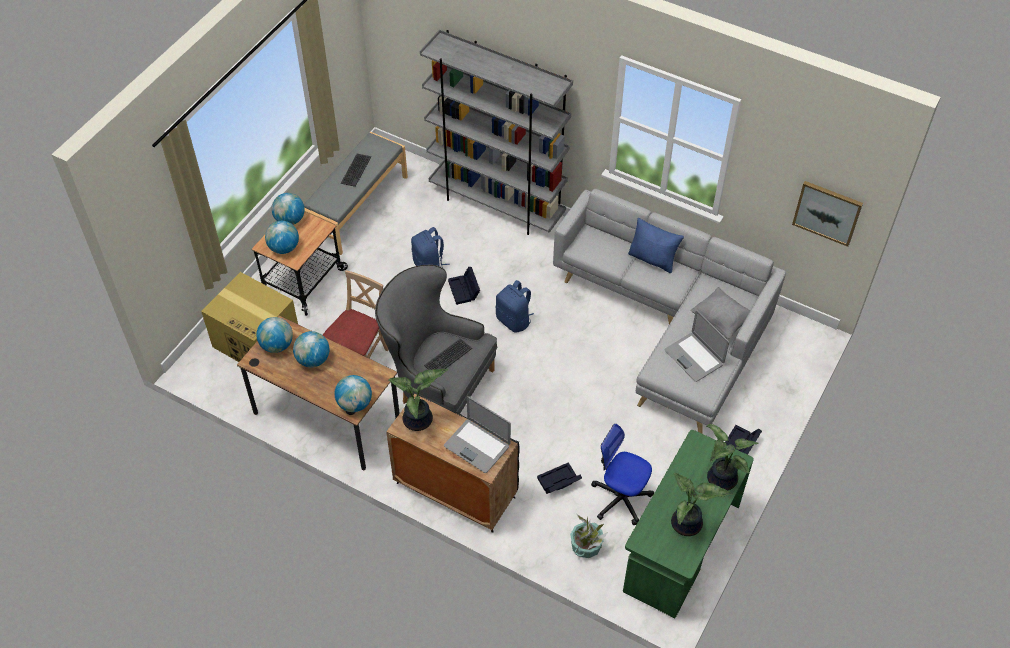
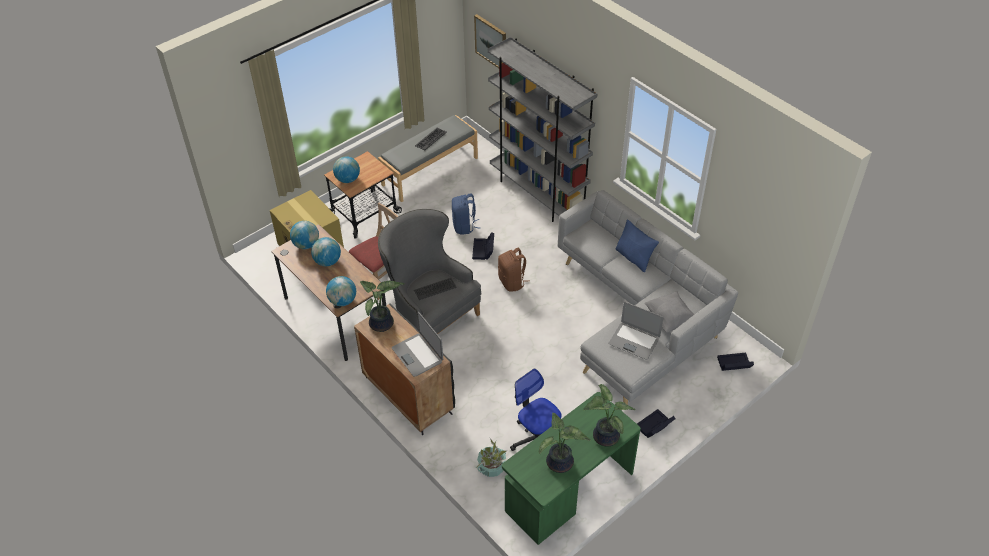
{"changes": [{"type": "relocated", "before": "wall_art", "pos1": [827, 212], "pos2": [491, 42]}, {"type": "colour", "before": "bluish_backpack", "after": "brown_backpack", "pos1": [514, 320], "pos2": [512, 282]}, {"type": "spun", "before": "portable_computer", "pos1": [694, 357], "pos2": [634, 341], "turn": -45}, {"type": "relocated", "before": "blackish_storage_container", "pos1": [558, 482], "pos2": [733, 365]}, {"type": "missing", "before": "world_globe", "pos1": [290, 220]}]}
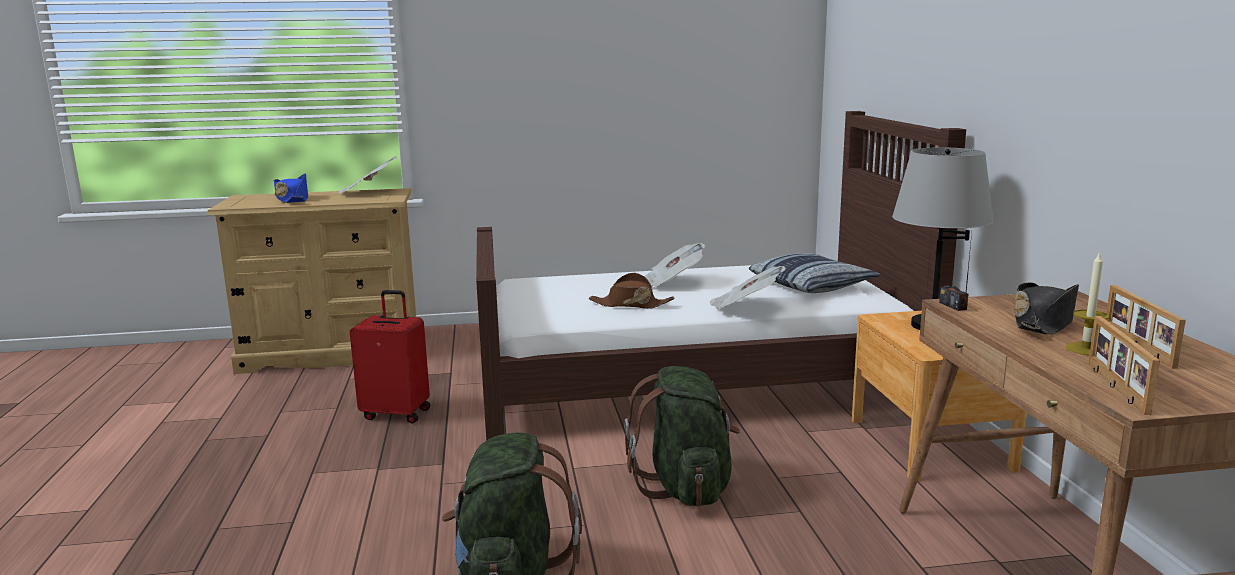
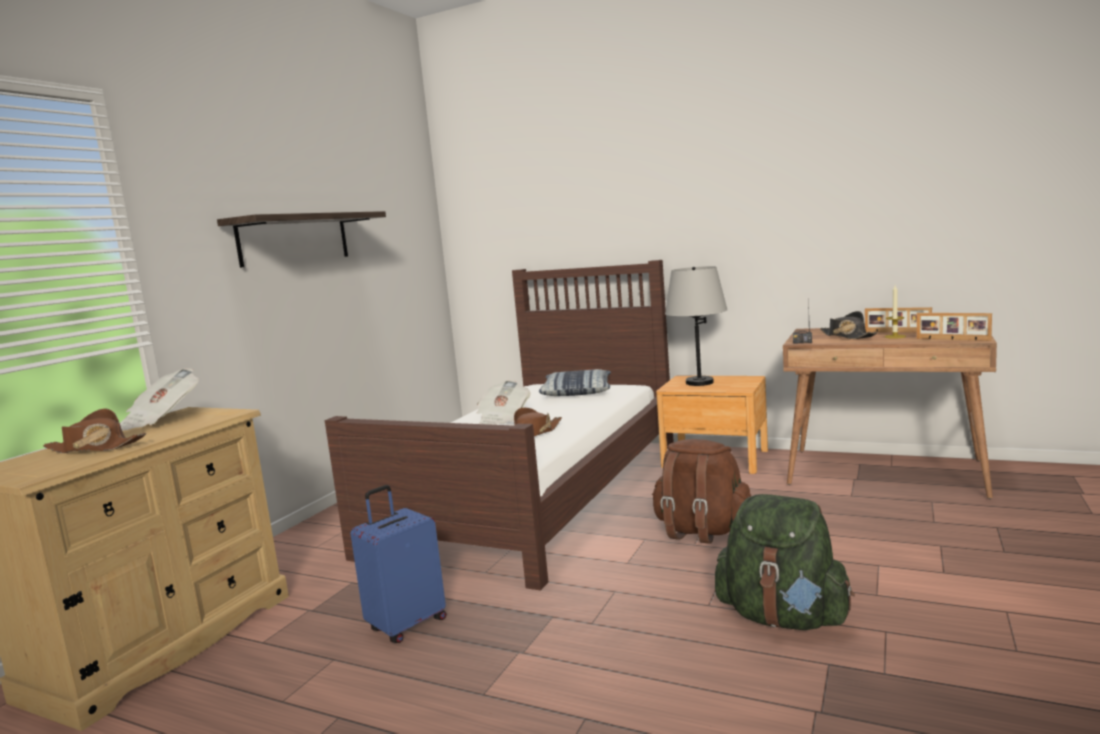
{"changes": [{"type": "colour", "before": "bluish_wearable_hat", "after": "brown_wearable_hat", "pos1": [292, 199], "pos2": [95, 448]}, {"type": "appeared", "after": "shelf", "pos2": [294, 239]}, {"type": "colour", "before": "reddish_piece_of_luggage", "after": "bluish_piece_of_luggage", "pos1": [397, 413], "pos2": [406, 624]}, {"type": "colour", "before": "green-coloured_backpack", "after": "brown_backpack", "pos1": [686, 487], "pos2": [701, 531]}, {"type": "missing", "before": "newspaper", "pos1": [744, 307]}]}
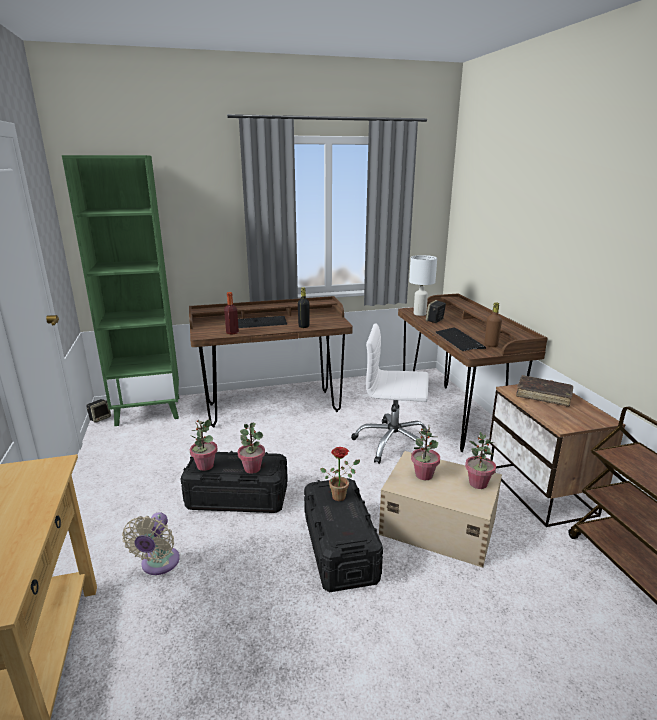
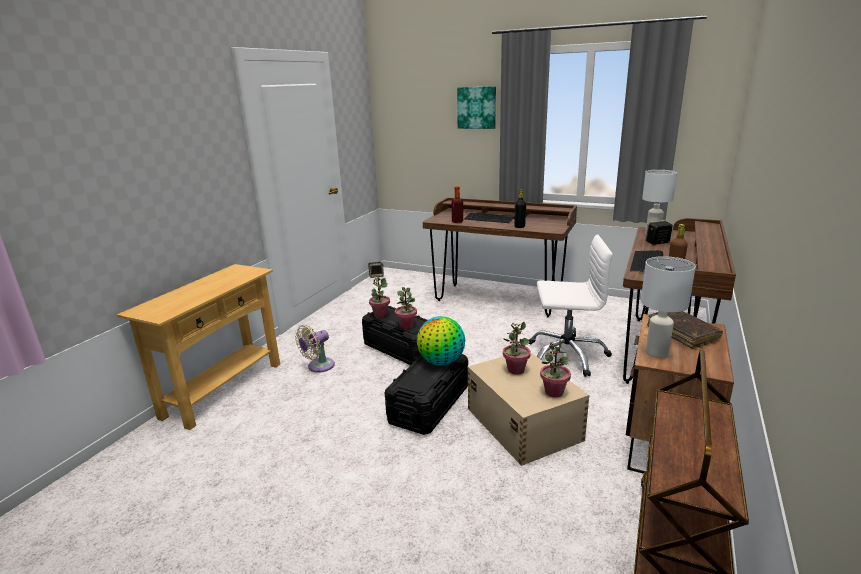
{"changes": [{"type": "exchanged", "before": "potted_plant", "after": "world_globe", "pos1": [341, 495], "pos2": [441, 362]}, {"type": "appeared", "after": "wall_art", "pos2": [477, 107]}, {"type": "spun", "before": "white_office_chair", "pos1": [393, 443], "pos2": [566, 355], "turn": 135}, {"type": "appeared", "after": "white_table_lamp", "pos2": [657, 352]}, {"type": "missing", "before": "green-coloured_bookcase", "pos1": [149, 410]}]}
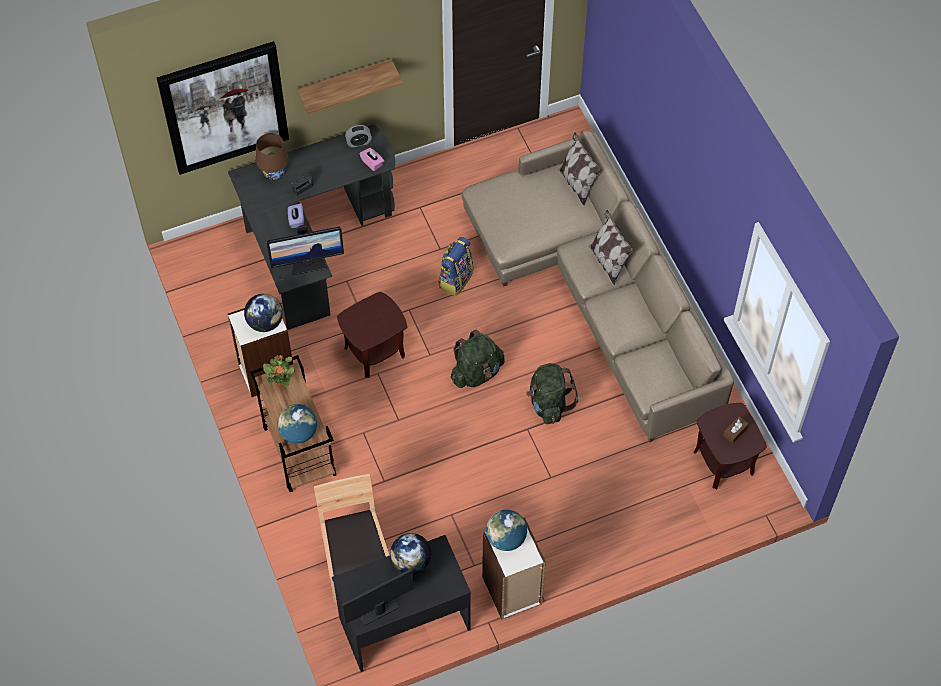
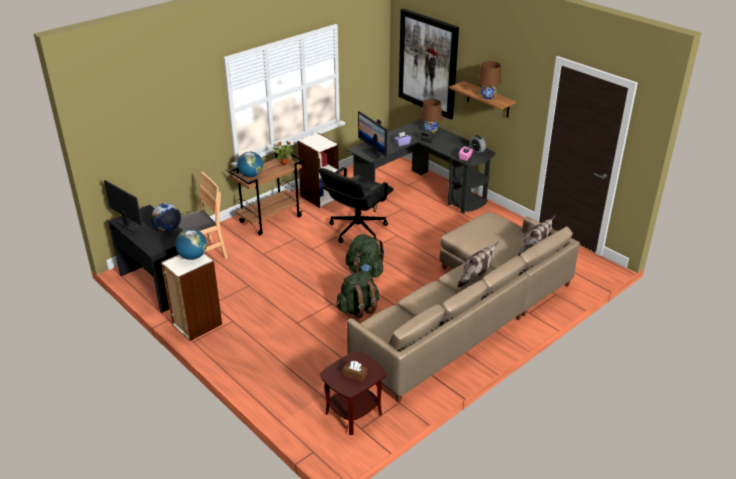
{"changes": [{"type": "exchanged", "before": "brown_accent_table", "after": "blackish_office_chair", "pos1": [374, 352], "pos2": [357, 229]}, {"type": "appeared", "after": "brown_table_lamp", "pos2": [488, 97]}, {"type": "missing", "before": "world_globe", "pos1": [265, 322]}, {"type": "missing", "before": "backpack", "pos1": [455, 279]}]}
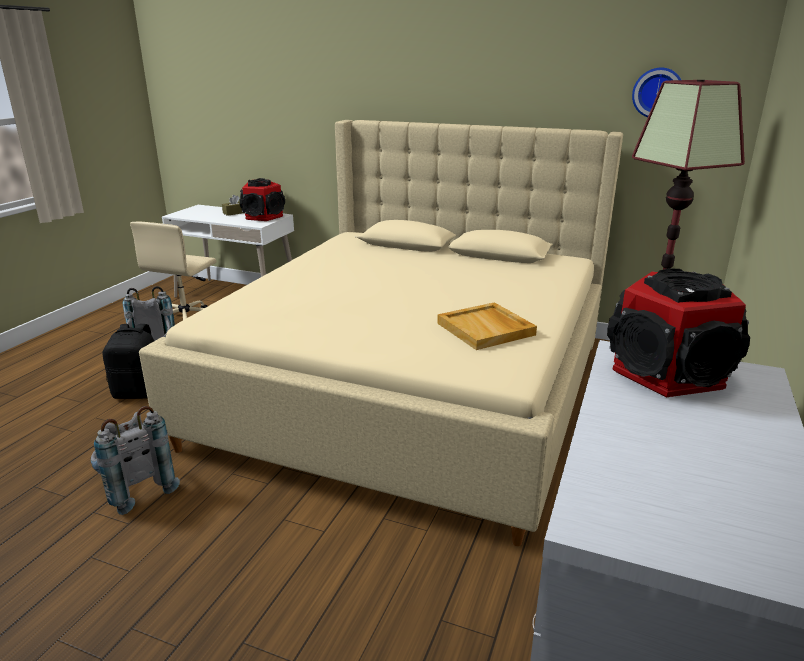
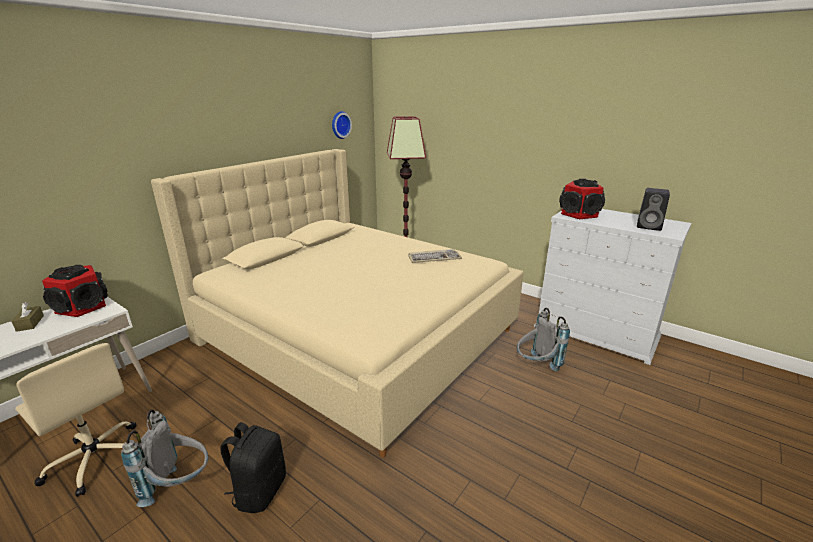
{"changes": [{"type": "exchanged", "before": "beige_carrying_tray", "after": "PC_keyboard", "pos1": [486, 329], "pos2": [434, 258]}, {"type": "relocated", "before": "greyish_backpack", "pos1": [135, 490], "pos2": [536, 366]}, {"type": "appeared", "after": "blackish_speaker", "pos2": [650, 226]}]}
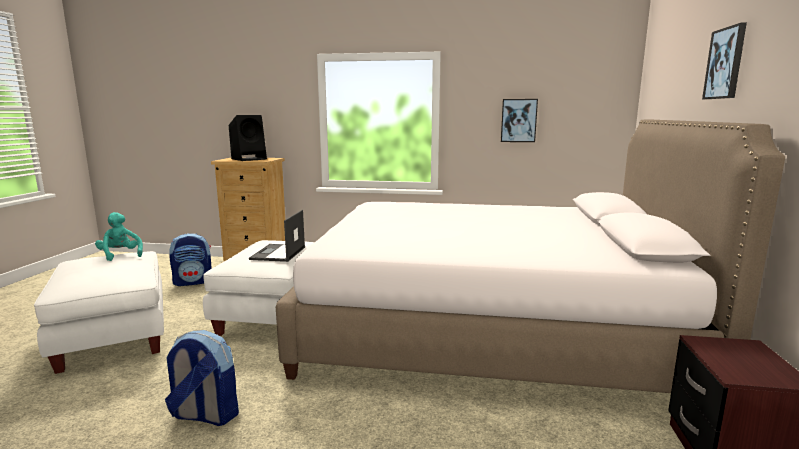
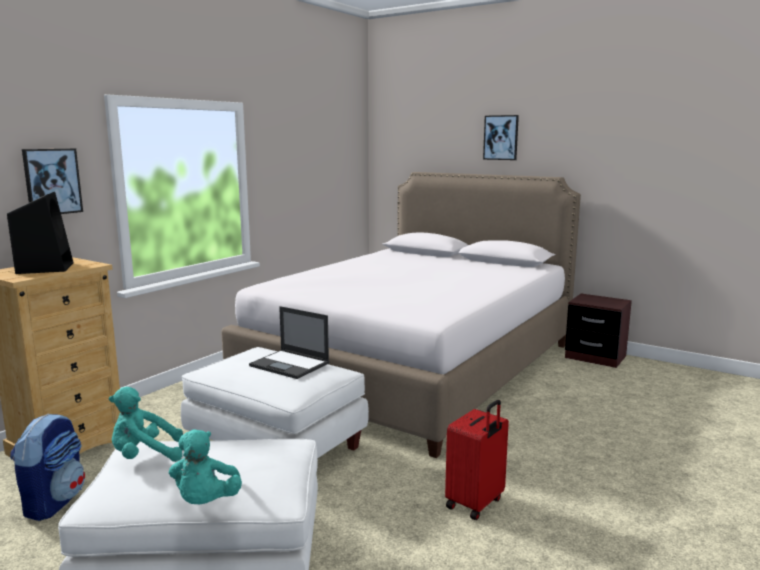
{"changes": [{"type": "relocated", "before": "wall_art", "pos1": [518, 120], "pos2": [52, 181]}, {"type": "appeared", "after": "turquoise_cuddly_toy", "pos2": [206, 502]}, {"type": "exchanged", "before": "backpack", "after": "reddish_piece_of_luggage", "pos1": [205, 415], "pos2": [476, 503]}]}
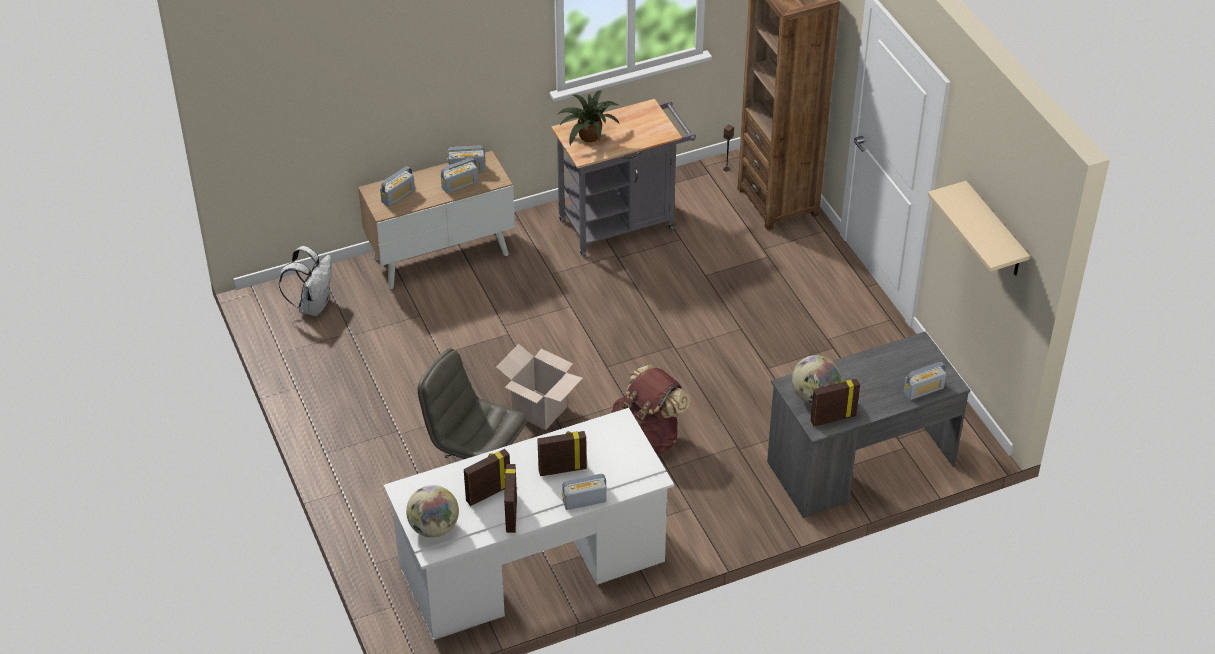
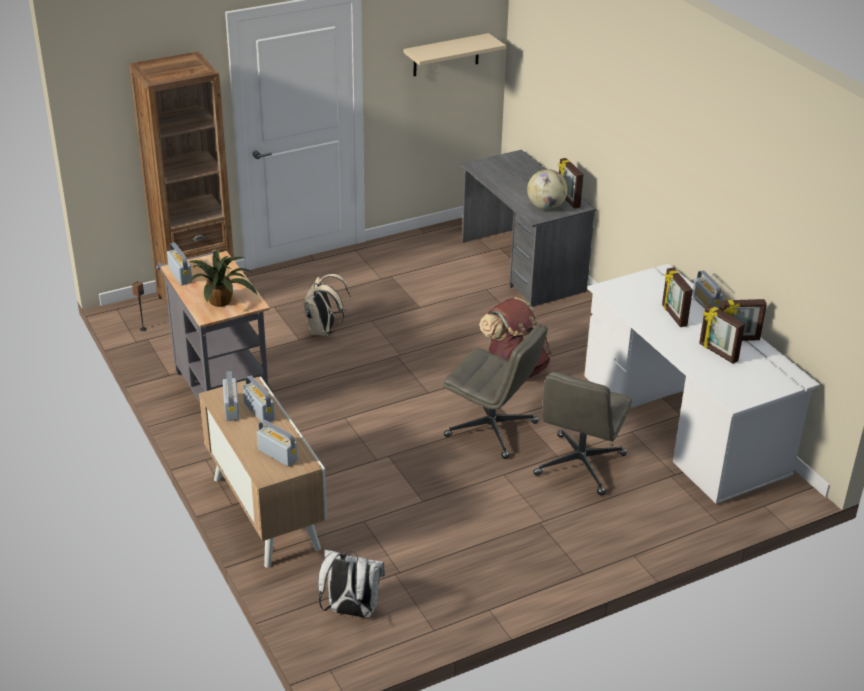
{"changes": [{"type": "relocated", "before": "radio_receiver", "pos1": [923, 390], "pos2": [180, 275]}, {"type": "appeared", "after": "beige_backpack", "pos2": [324, 331]}, {"type": "exchanged", "before": "cardboard_box", "after": "greyish_office_chair", "pos1": [540, 410], "pos2": [492, 430]}, {"type": "missing", "before": "world_globe", "pos1": [433, 528]}]}
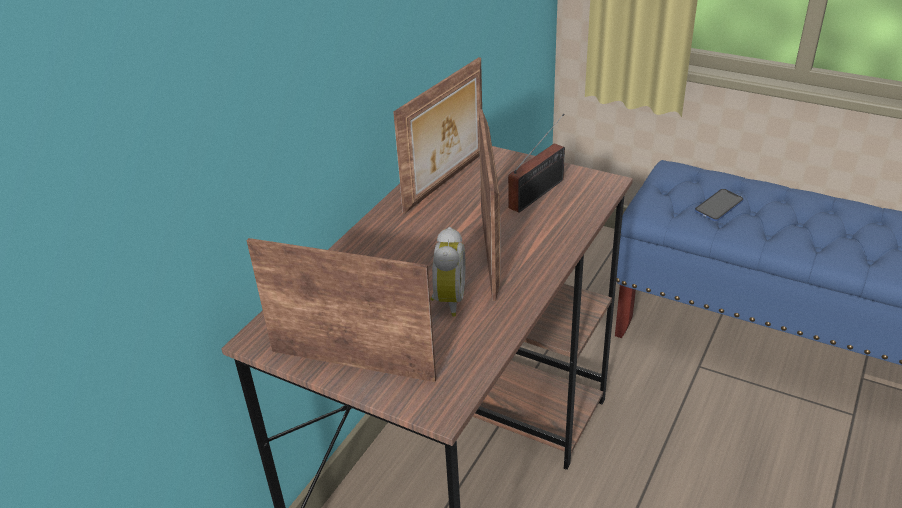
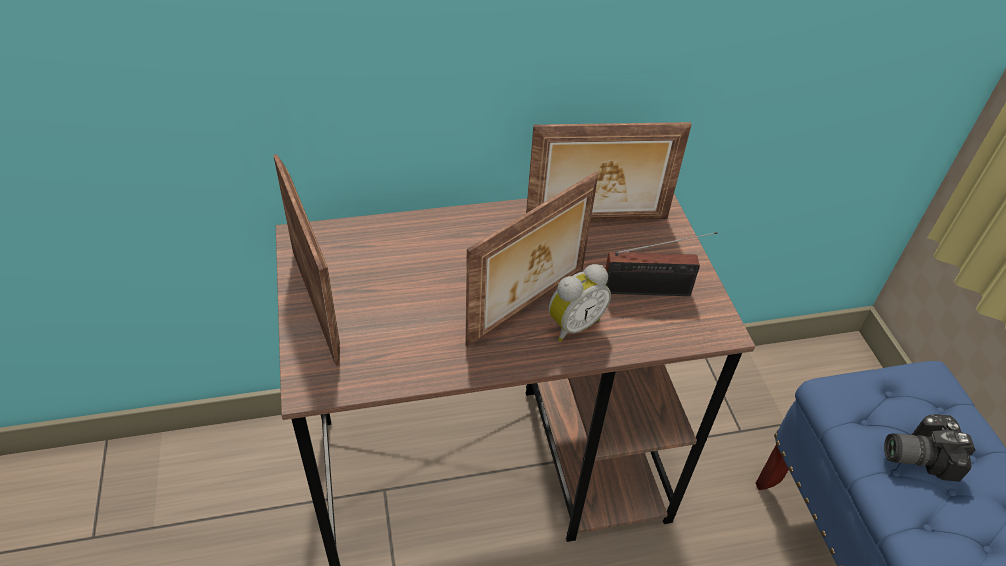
{"changes": [{"type": "relocated", "before": "table_clock", "pos1": [447, 300], "pos2": [573, 324]}, {"type": "exchanged", "before": "phone", "after": "still_camera", "pos1": [719, 206], "pos2": [916, 453]}]}
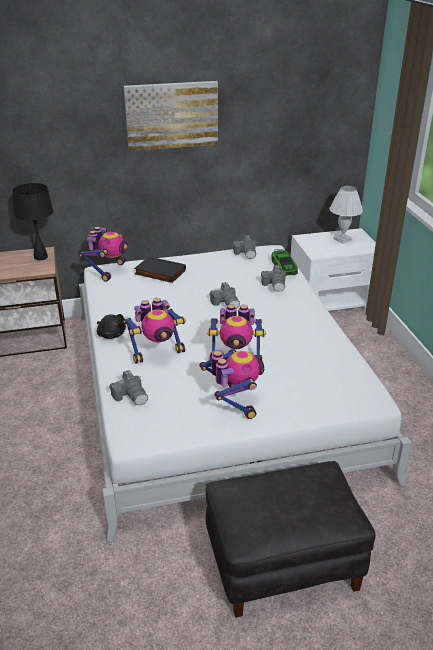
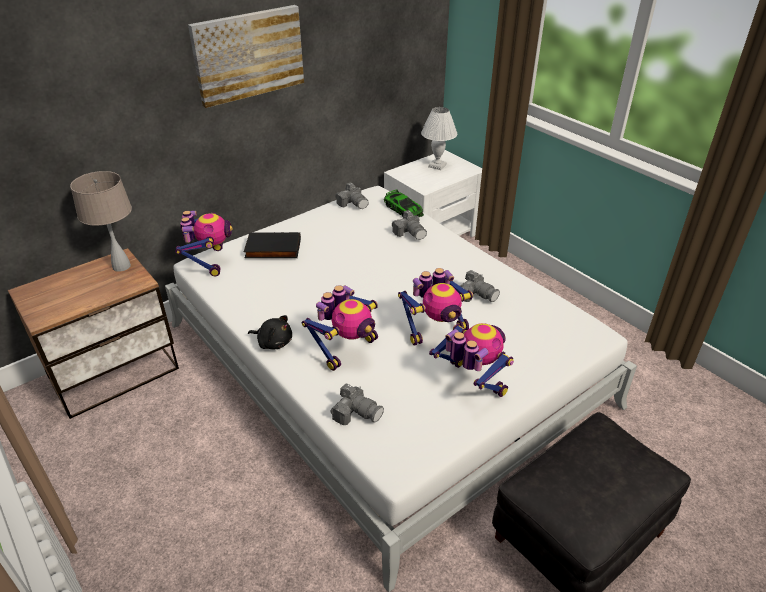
{"changes": [{"type": "colour", "before": "blackish_table_lamp", "after": "beige_table_lamp", "pos1": [41, 257], "pos2": [121, 266]}, {"type": "relocated", "before": "still_camera", "pos1": [226, 303], "pos2": [477, 295]}]}
